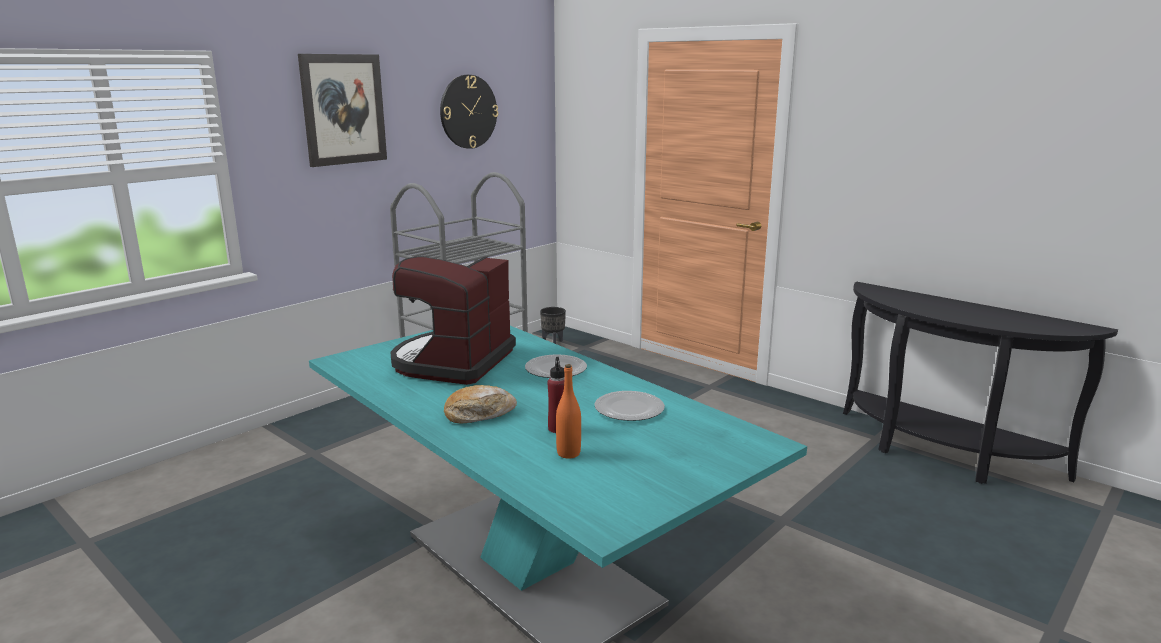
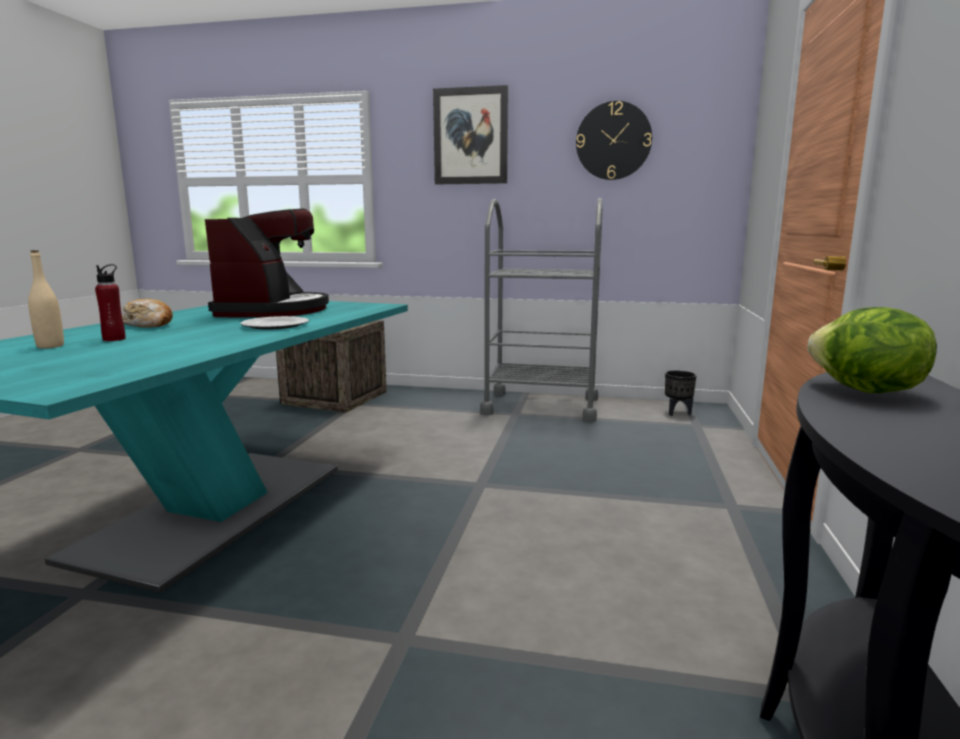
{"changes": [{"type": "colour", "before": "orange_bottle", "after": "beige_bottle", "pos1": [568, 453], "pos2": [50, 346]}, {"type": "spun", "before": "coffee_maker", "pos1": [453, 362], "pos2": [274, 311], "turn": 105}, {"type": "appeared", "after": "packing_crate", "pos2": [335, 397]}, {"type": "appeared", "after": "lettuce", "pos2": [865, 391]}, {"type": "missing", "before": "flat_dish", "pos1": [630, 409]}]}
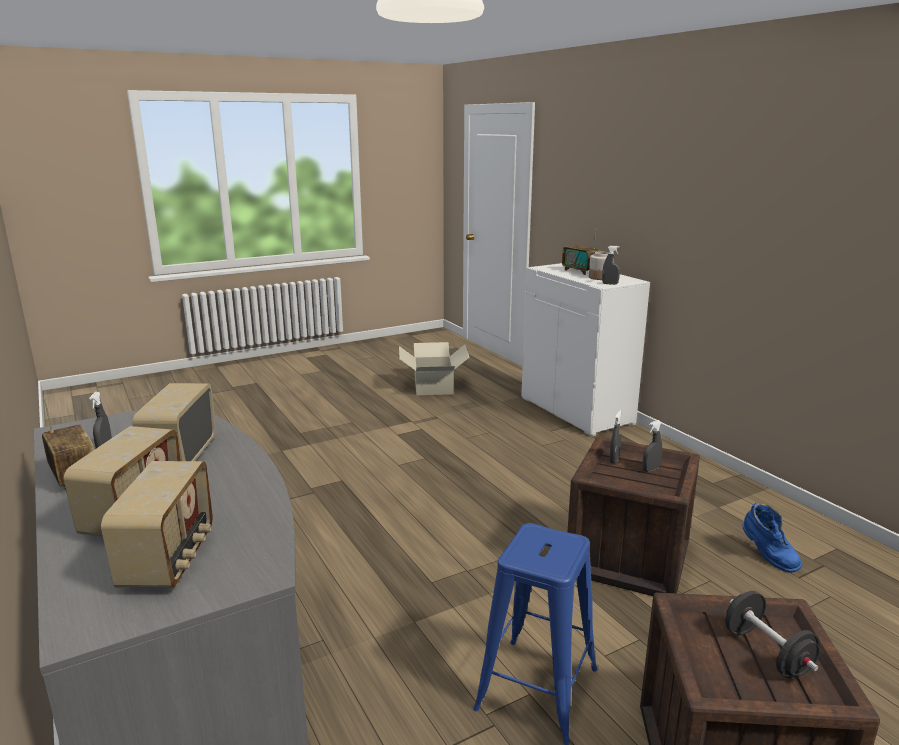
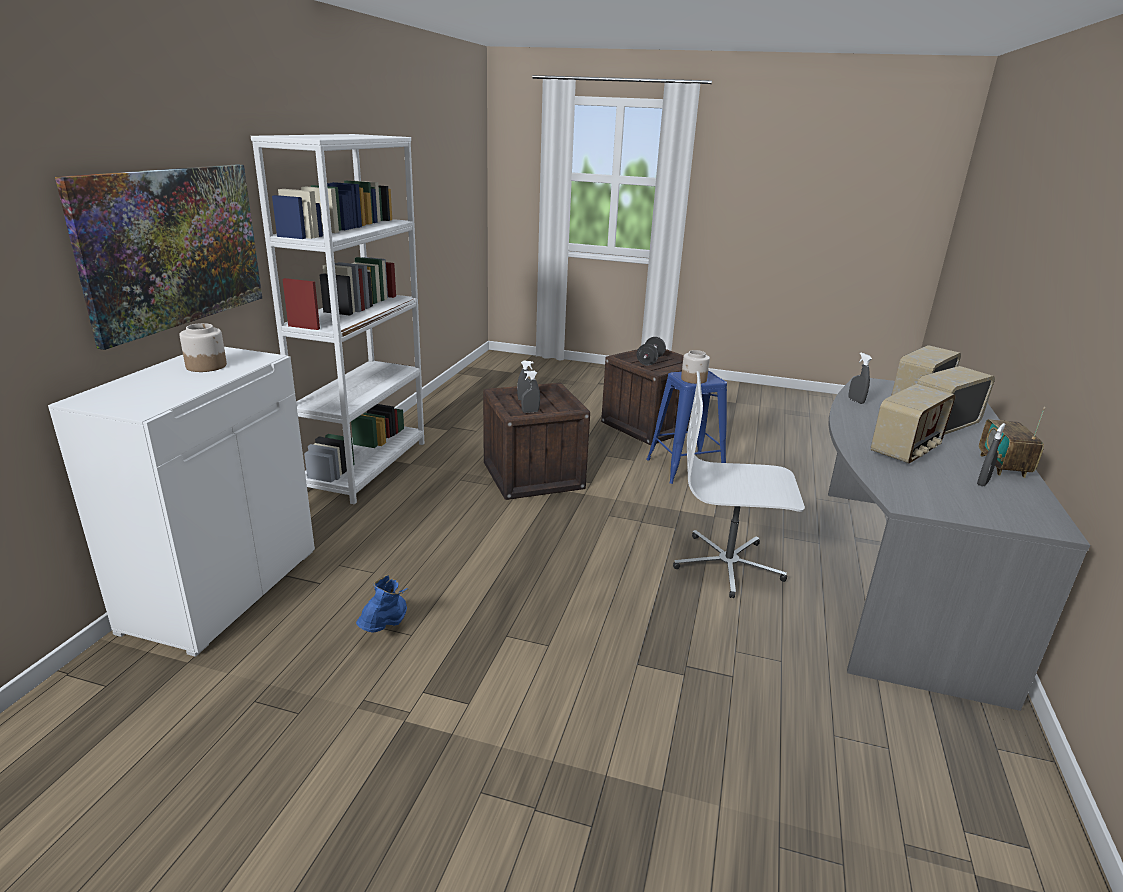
{"changes": [{"type": "appeared", "after": "wall_art", "pos2": [173, 248]}, {"type": "appeared", "after": "white_bookcase", "pos2": [366, 466]}, {"type": "relocated", "before": "bluish_tall_boot", "pos1": [767, 557], "pos2": [386, 627]}, {"type": "appeared", "after": "white_office_chair", "pos2": [728, 565]}, {"type": "appeared", "after": "jar", "pos2": [693, 379]}, {"type": "relocated", "before": "greyish_hand_sprayer", "pos1": [610, 284], "pos2": [856, 401]}, {"type": "missing", "before": "cardboard_box", "pos1": [434, 387]}, {"type": "missing", "before": "radio_receiver", "pos1": [580, 271]}]}
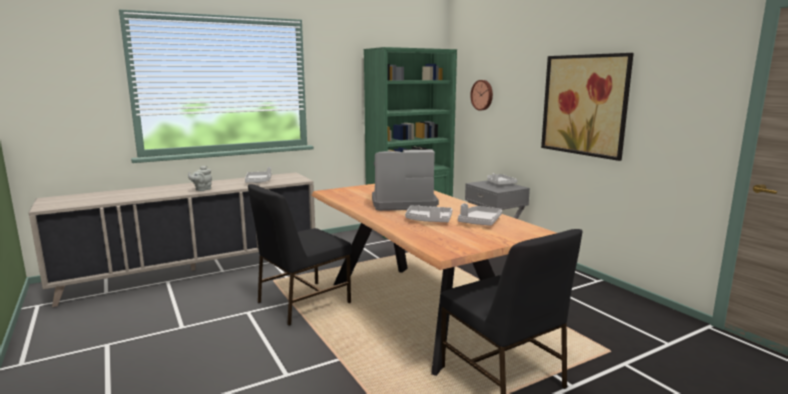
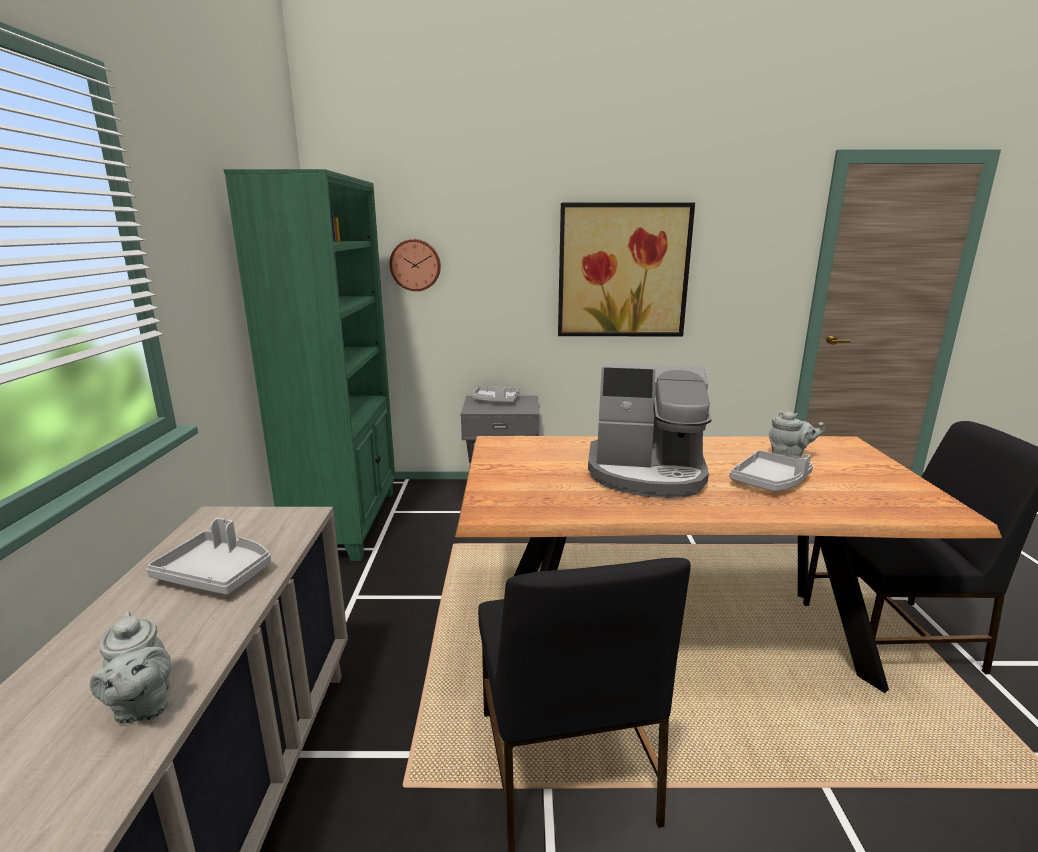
{"changes": [{"type": "spun", "before": "coffee_maker", "pos1": [402, 203], "pos2": [647, 473], "turn": -105}, {"type": "exchanged", "before": "greyish_carrying_tray", "after": "greyish_pot_for_tea", "pos1": [479, 222], "pos2": [789, 456]}]}
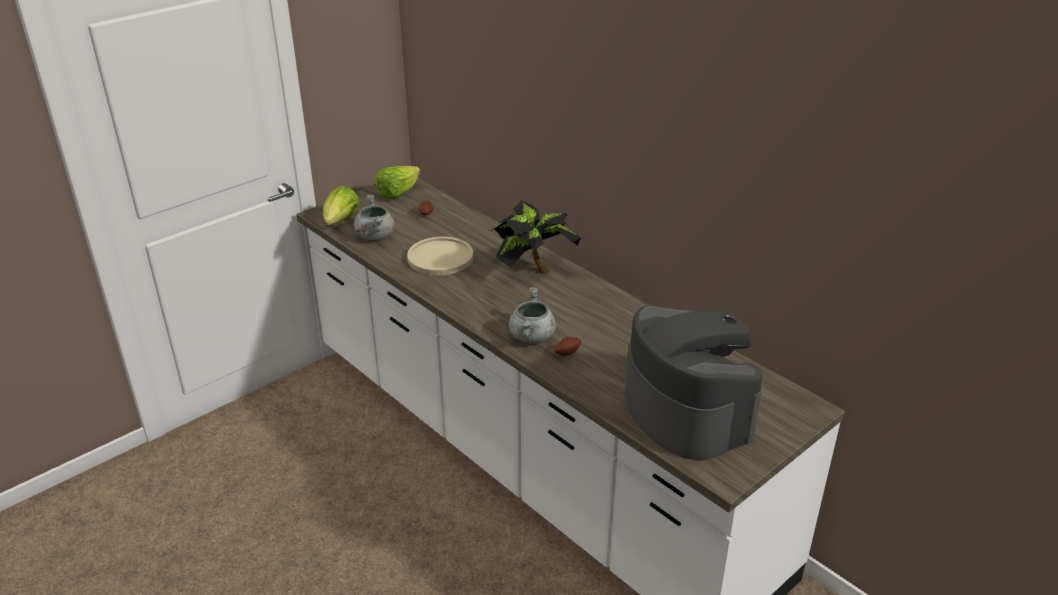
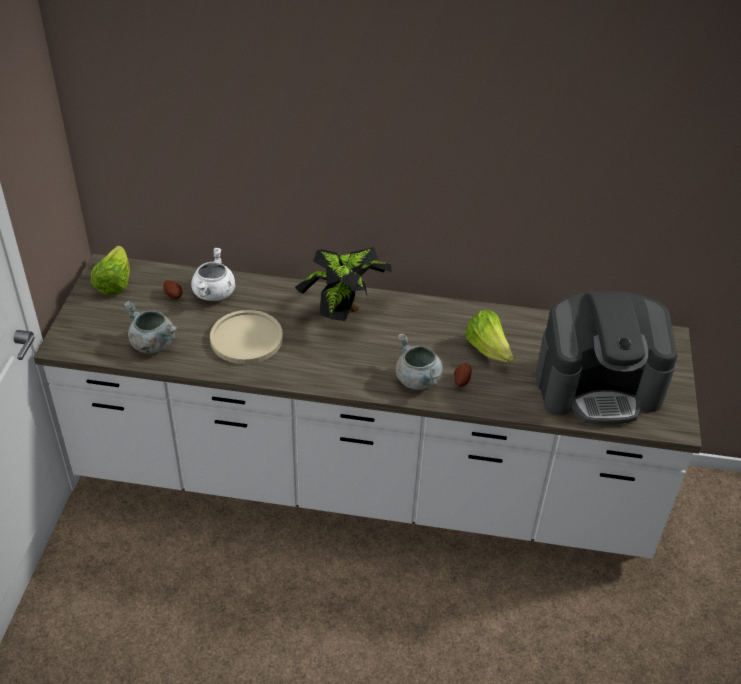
{"changes": [{"type": "appeared", "after": "white_stockpot", "pos2": [214, 294]}, {"type": "relocated", "before": "lettuce", "pos1": [340, 221], "pos2": [488, 350]}, {"type": "spun", "before": "coffee_maker", "pos1": [686, 411], "pos2": [598, 386], "turn": 150}]}
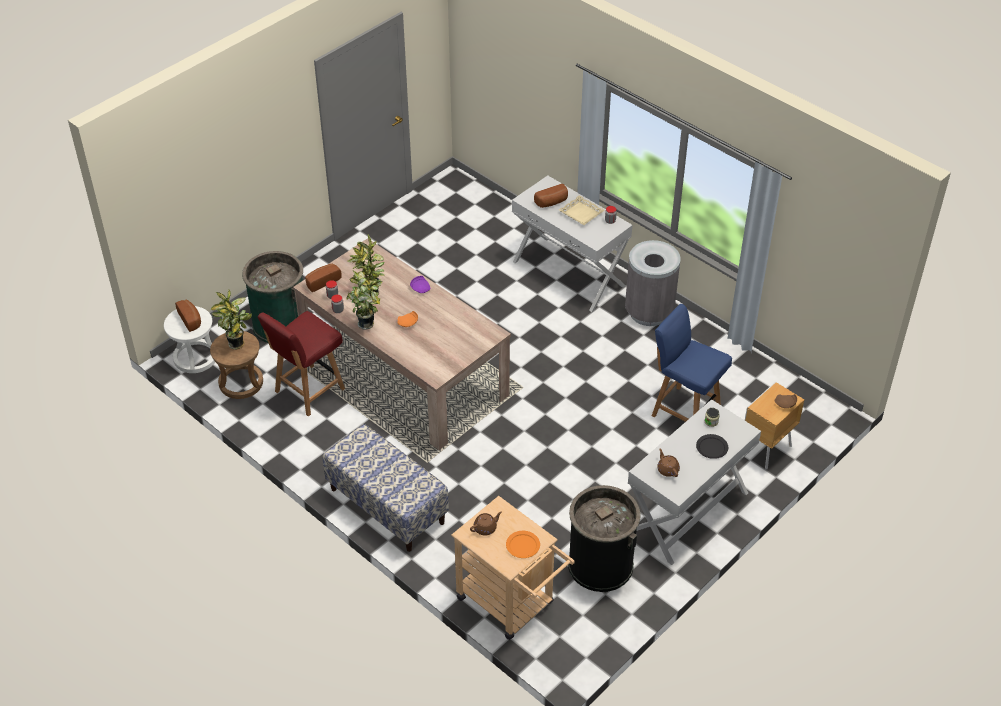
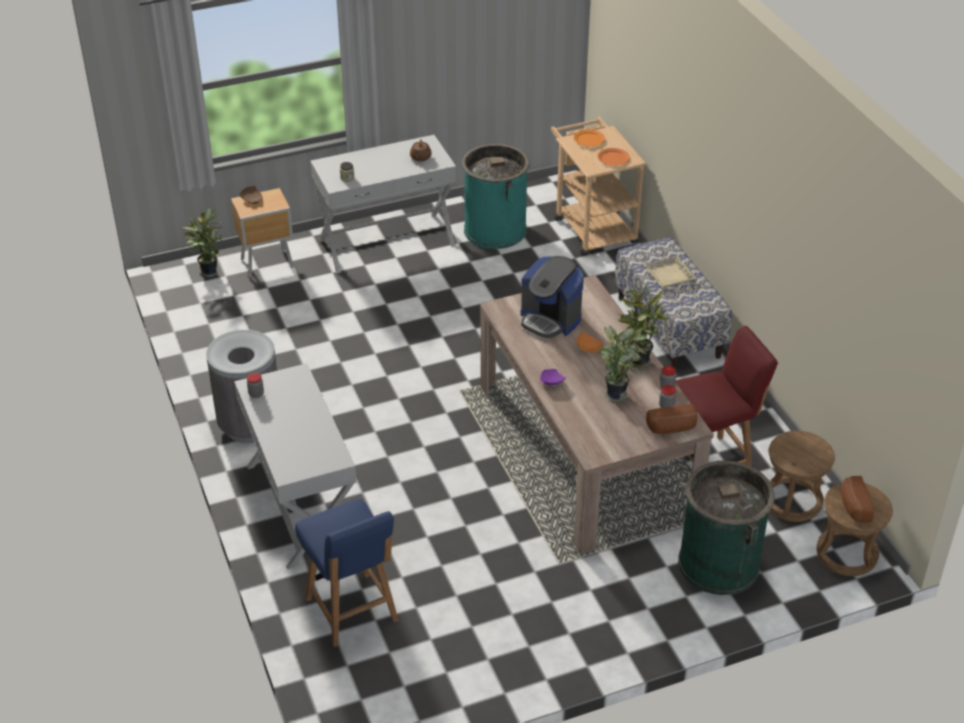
{"changes": [{"type": "relocated", "before": "potted_plant", "pos1": [237, 345], "pos2": [209, 271]}, {"type": "relocated", "before": "bluish_plain_chair", "pos1": [684, 411], "pos2": [352, 611]}, {"type": "colour", "before": "blackish_waste_bin", "after": "turquoise_waste_bin", "pos1": [600, 564], "pos2": [495, 230]}, {"type": "appeared", "after": "coffee_maker", "pos2": [550, 319]}, {"type": "exchanged", "before": "brown_pot_for_tea", "after": "orange_flat_dish", "pos1": [485, 528], "pos2": [613, 158]}, {"type": "relocated", "before": "beige_carrying_tray", "pos1": [581, 213], "pos2": [669, 275]}, {"type": "colour", "before": "white_sitting_stool", "after": "brown_sitting_stool", "pos1": [195, 357], "pos2": [847, 554]}, {"type": "missing", "before": "bakery_bread", "pos1": [552, 202]}, {"type": "missing", "before": "blackish_flat_dish", "pos1": [712, 447]}]}
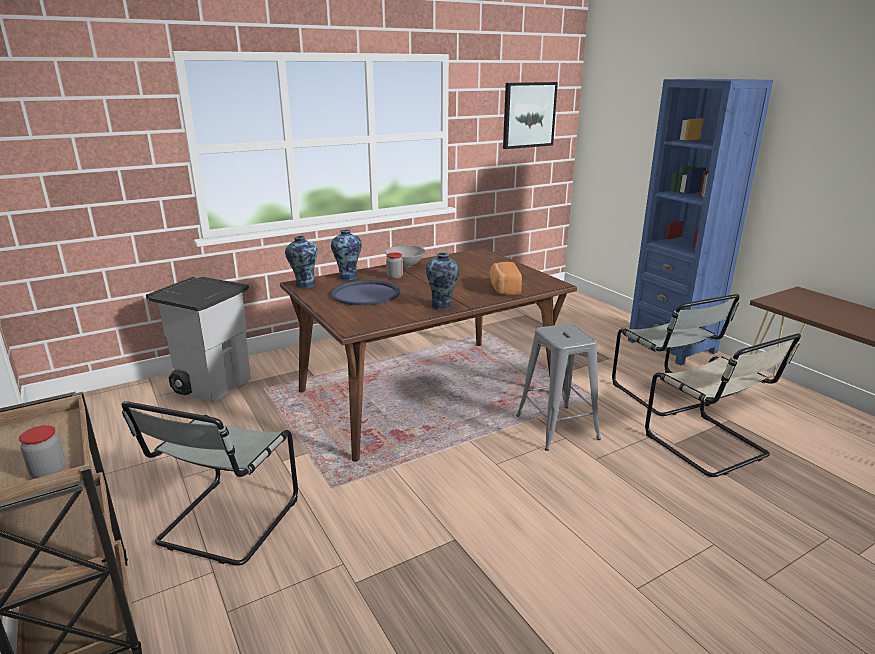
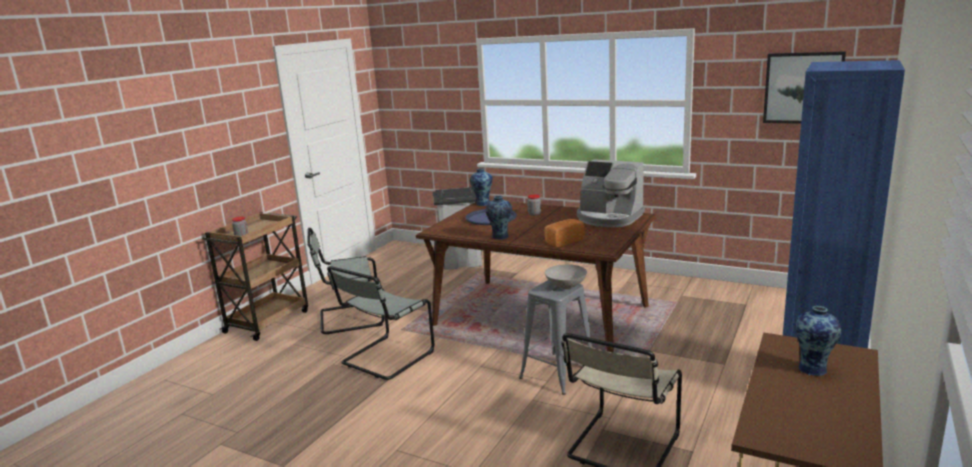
{"changes": [{"type": "relocated", "before": "greyish_plain_chair", "pos1": [666, 394], "pos2": [385, 359]}, {"type": "relocated", "before": "greyish_bowl", "pos1": [405, 265], "pos2": [565, 286]}, {"type": "appeared", "after": "coffee_maker", "pos2": [609, 218]}, {"type": "relocated", "before": "flower_vase", "pos1": [348, 277], "pos2": [813, 369]}]}
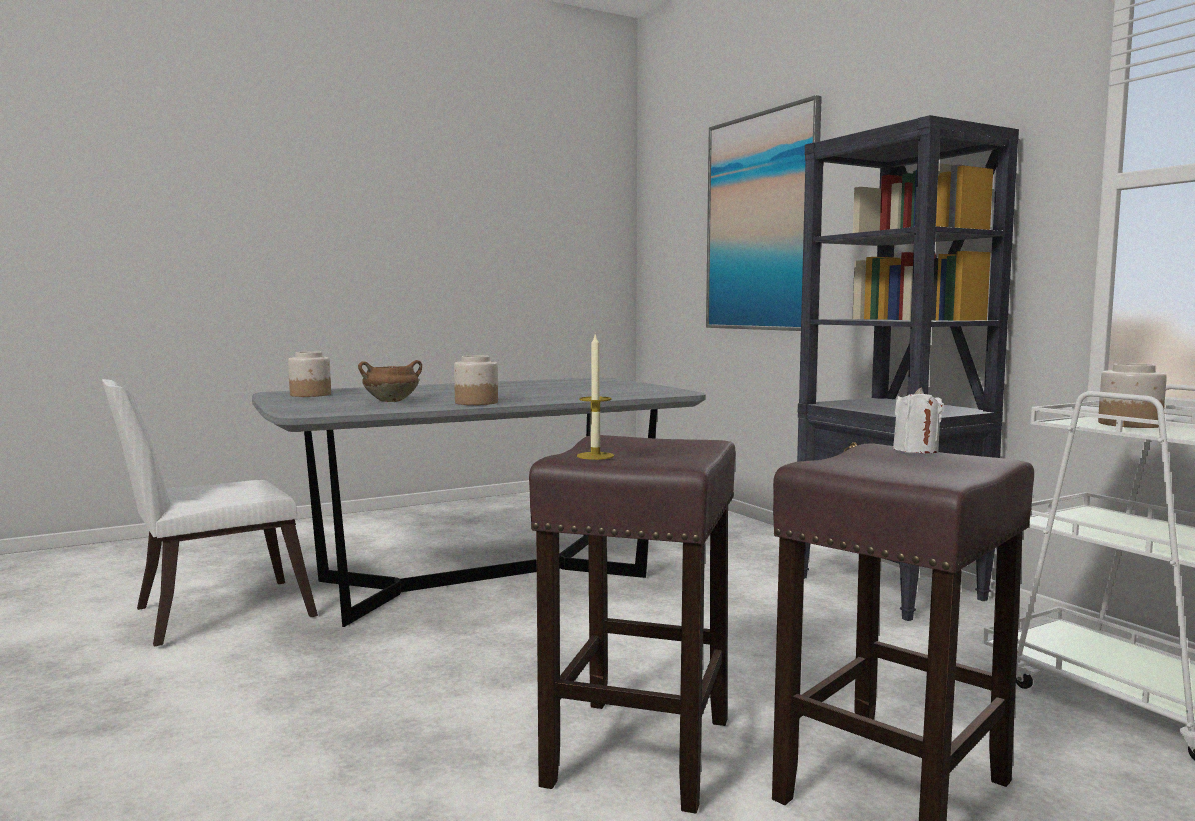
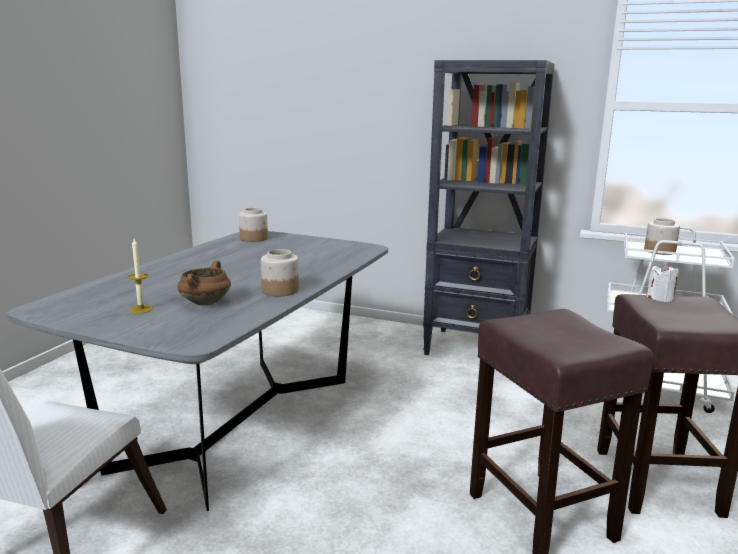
{"changes": [{"type": "relocated", "before": "candle", "pos1": [595, 456], "pos2": [141, 309]}, {"type": "relocated", "before": "jar", "pos1": [311, 395], "pos2": [254, 238]}, {"type": "missing", "before": "wall_art", "pos1": [761, 222]}]}
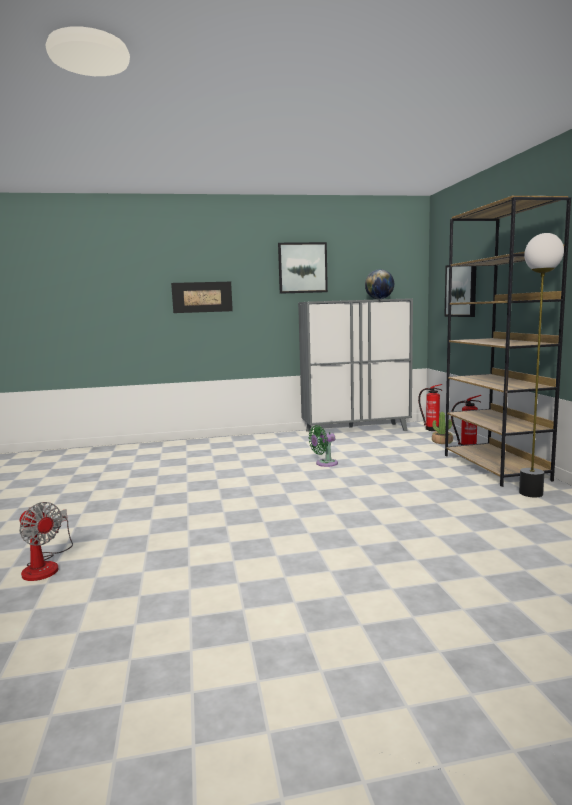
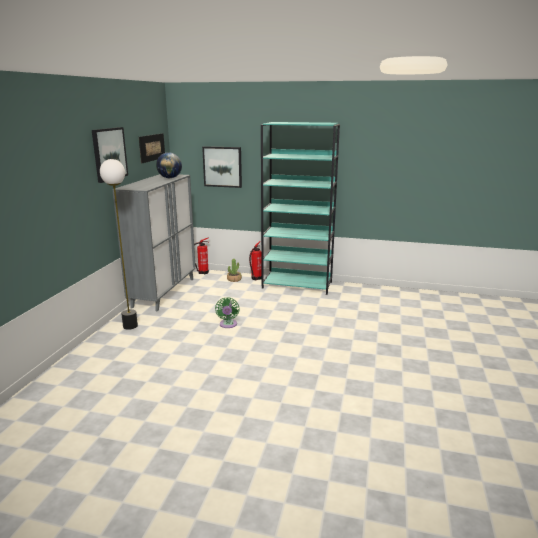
{"changes": [{"type": "relocated", "before": "standard_lamp", "pos1": [531, 493], "pos2": [130, 326]}, {"type": "relocated", "before": "wall_art", "pos1": [202, 297], "pos2": [152, 147]}, {"type": "colour", "before": "brown_bookcase", "after": "turquoise_bookcase", "pos1": [495, 467], "pos2": [297, 285]}, {"type": "missing", "before": "electric_fan", "pos1": [45, 565]}]}
